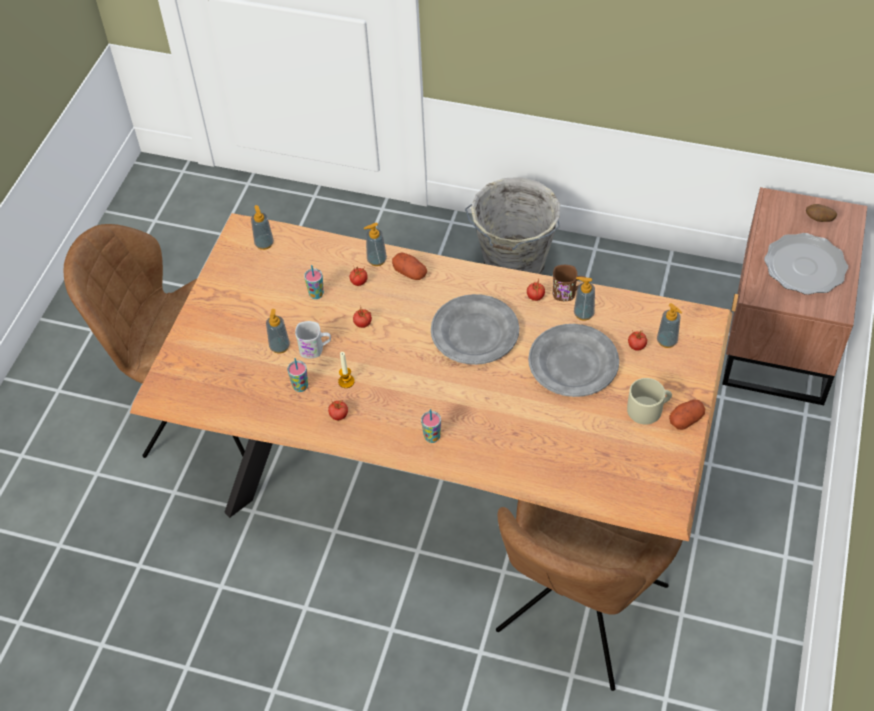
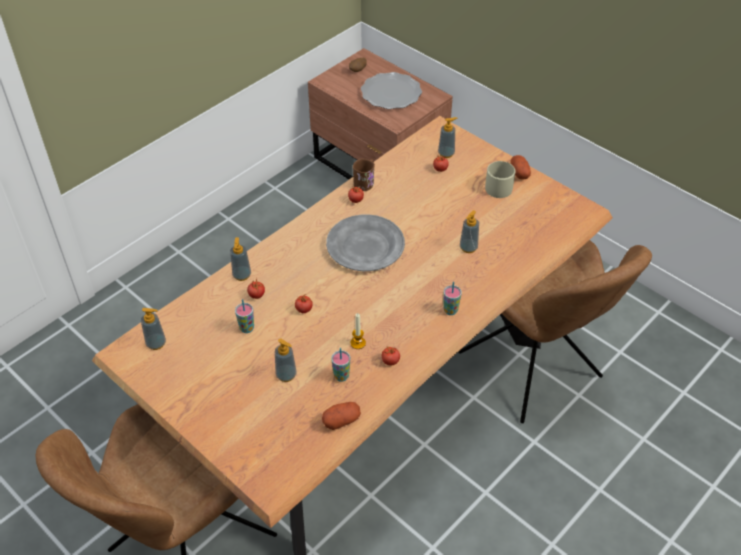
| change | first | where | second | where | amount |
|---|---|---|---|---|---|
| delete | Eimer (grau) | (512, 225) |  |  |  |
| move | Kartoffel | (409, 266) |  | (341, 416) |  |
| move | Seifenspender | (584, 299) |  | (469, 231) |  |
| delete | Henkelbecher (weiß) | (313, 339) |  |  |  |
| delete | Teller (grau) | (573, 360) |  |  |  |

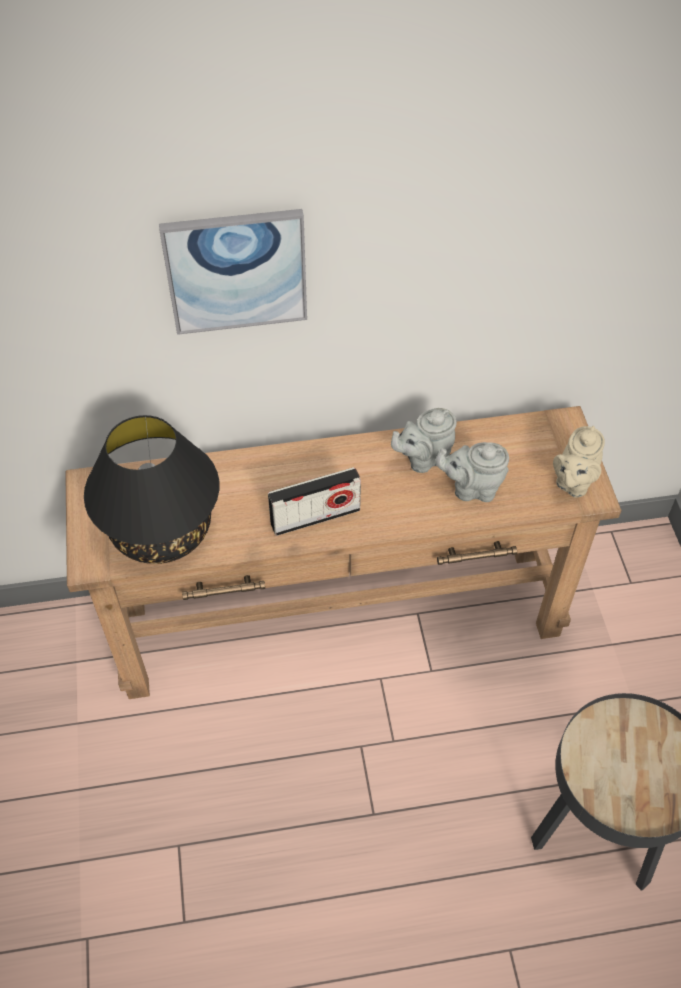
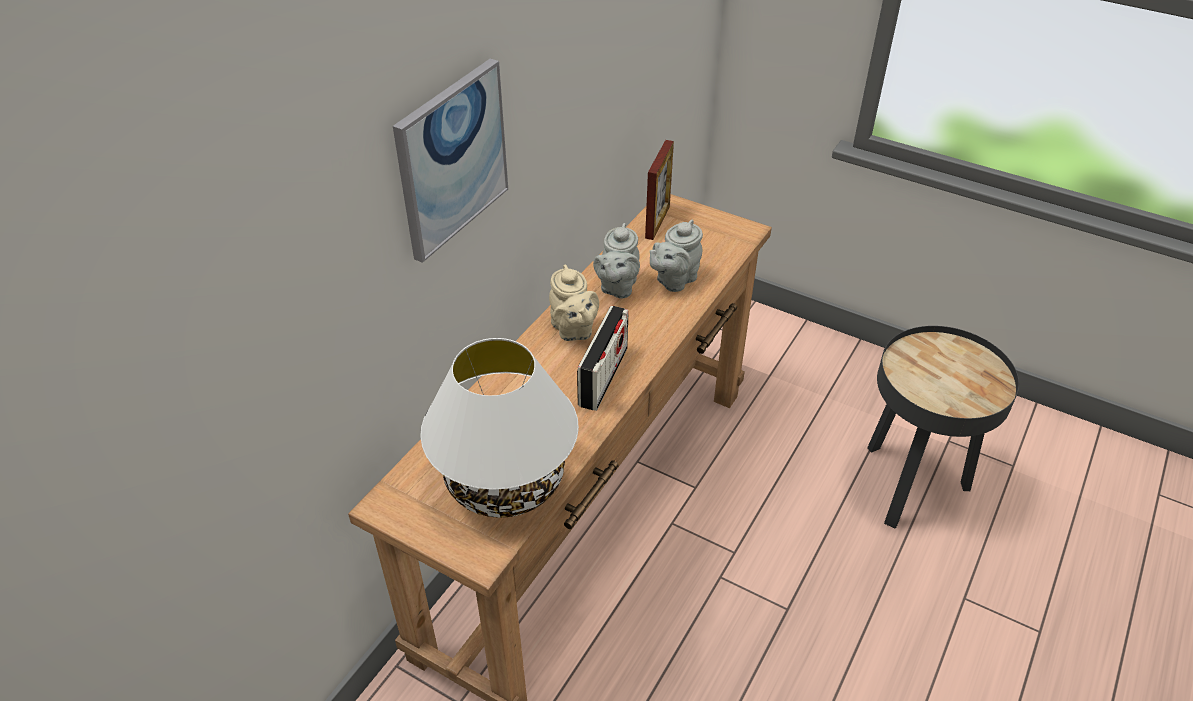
| change | first | where | second | where | amount |
|---|---|---|---|---|---|
| recolor | Tischlampe (schwarz) | (151, 489) | Tischlampe (weiß) | (499, 428) |  |
| move | Teekanne (beige) | (579, 462) |  | (574, 302) |  |
| insert |  |  | Bilderrahmen | (659, 190) |  |

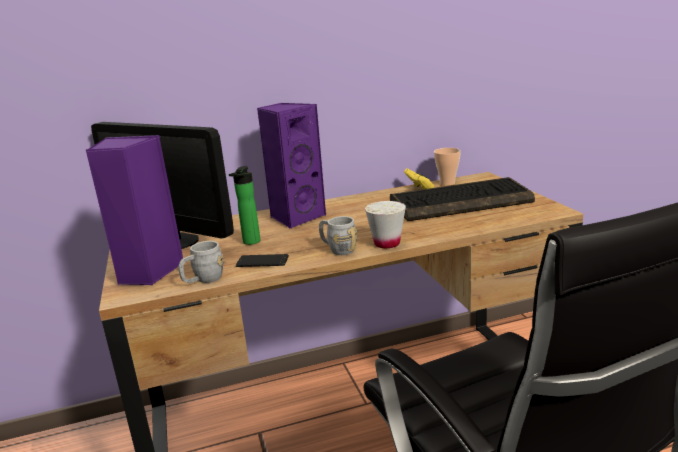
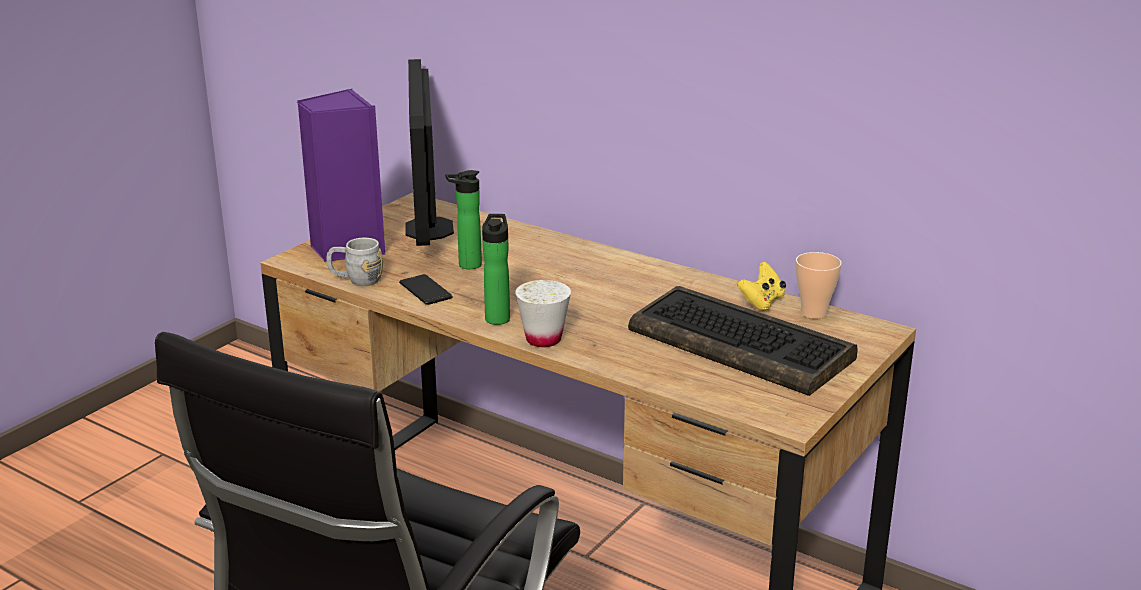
| change | first | where | second | where | amount |
|---|---|---|---|---|---|
| delete | Lautsprecher (lila) | (291, 166) |  |  |  |
| replace | Henkelbecher (grau) | (338, 235) | Flasche | (496, 269) |  |

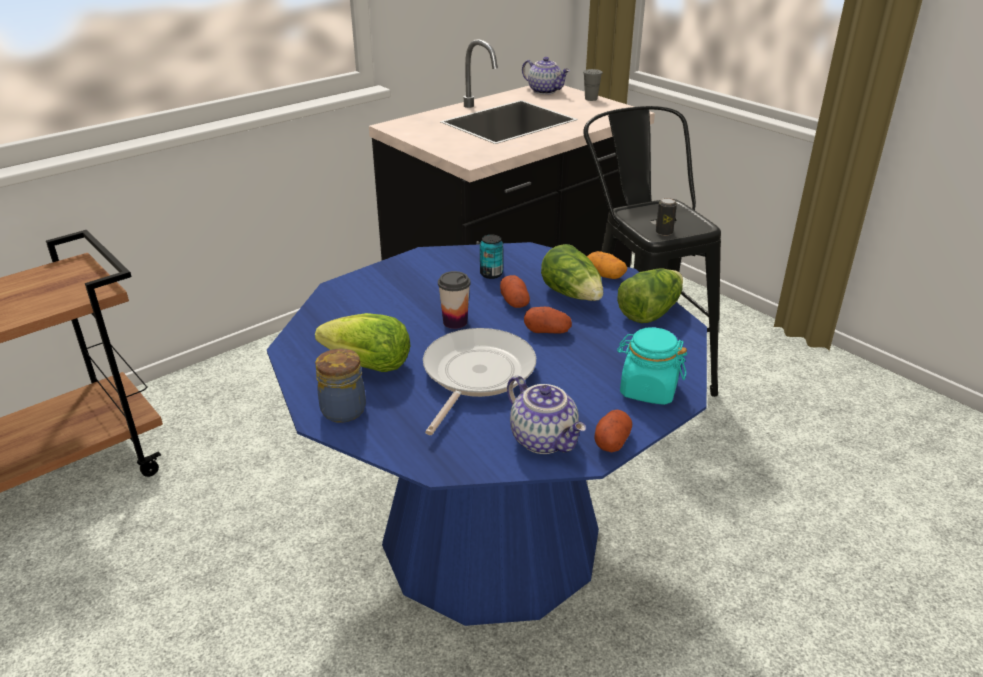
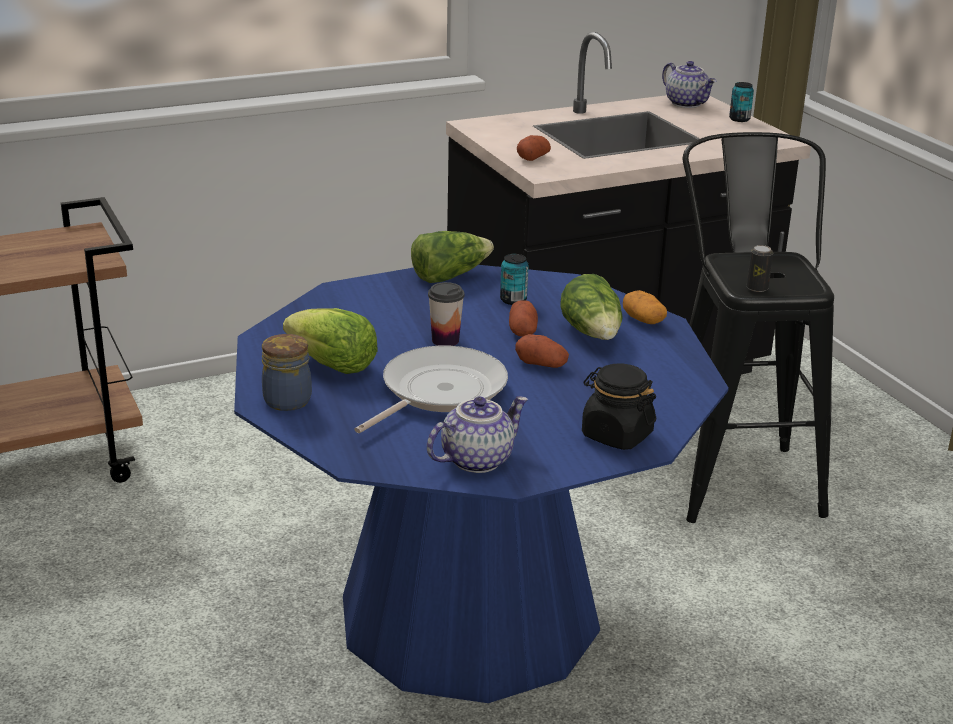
| change | first | where | second | where | amount |
|---|---|---|---|---|---|
| replace | Tasse (grau) | (593, 85) | Dose | (741, 102) |  |
| move | Salatkopf | (650, 295) |  | (452, 257) |  |
| recolor | Vorratsglas (türkis) | (652, 366) | Vorratsglas (schwarz) | (619, 406) |  |
| rotate | Teekanne | (546, 415) |  | (477, 434) | 105 degrees counterclockwise |
| move | Kartoffel | (613, 431) |  | (534, 148) |  |

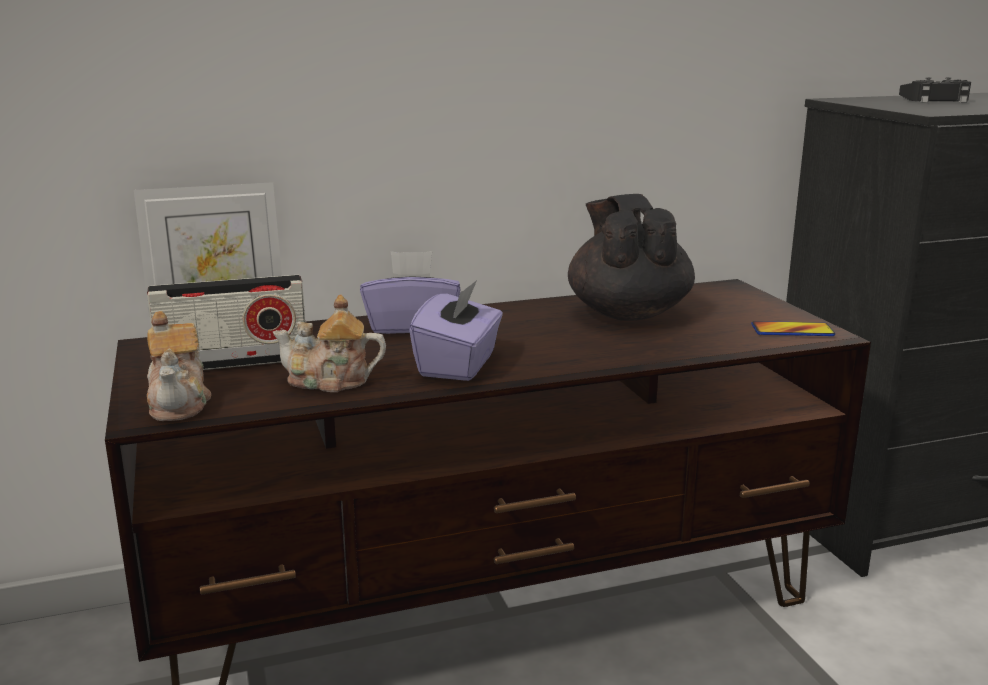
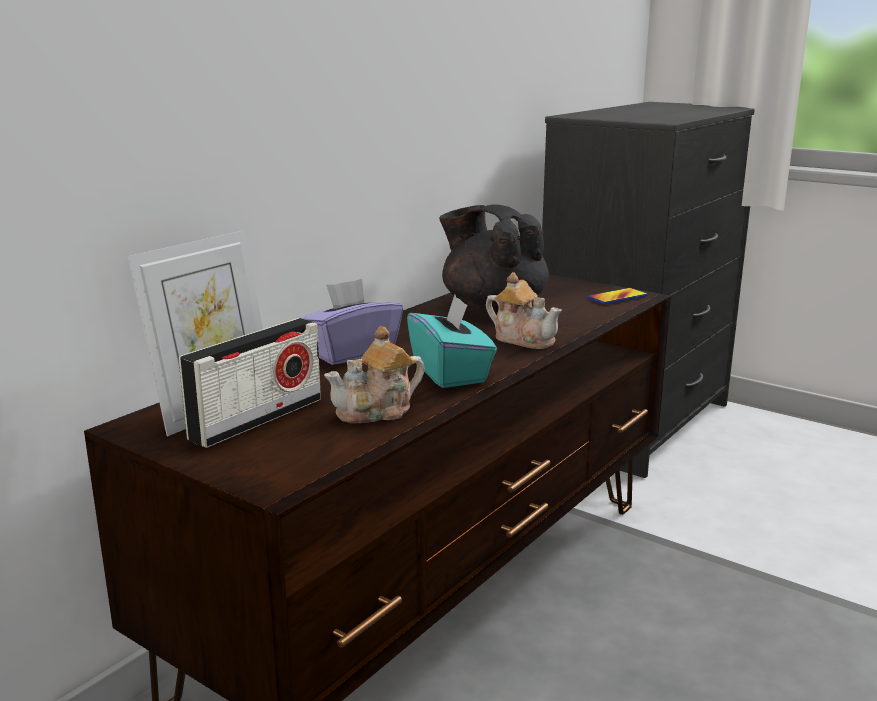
| change | first | where | second | where | amount |
|---|---|---|---|---|---|
| delete | Gamepad (schwarz) | (935, 90) |  |  |  |
| recolor | Taschentuchbox (lila) | (456, 330) | Taschentuchbox (türkis) | (452, 341) |  |
| move | Teekanne | (179, 366) |  | (524, 310) |  |

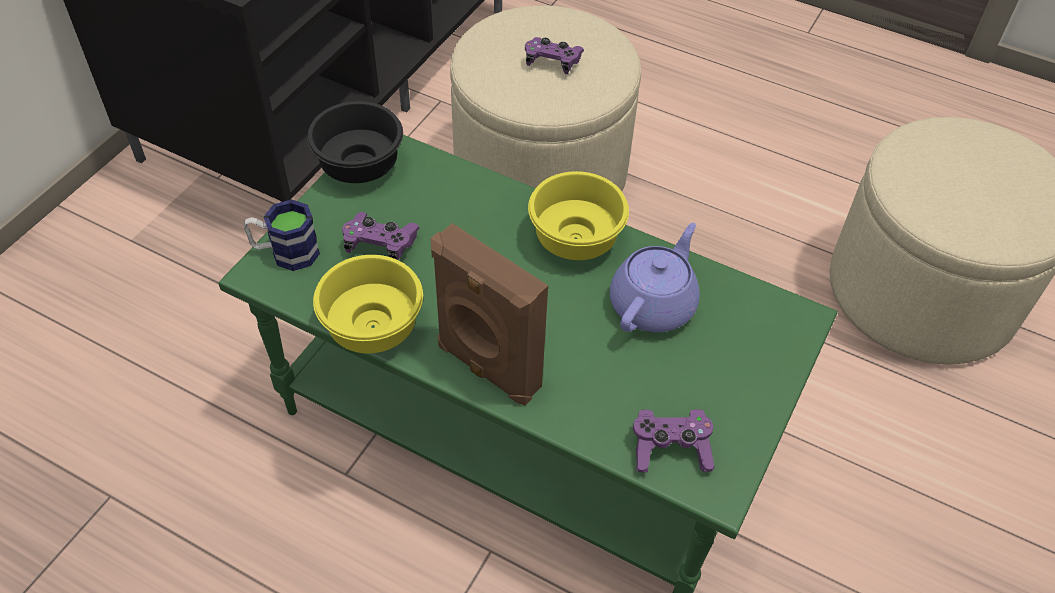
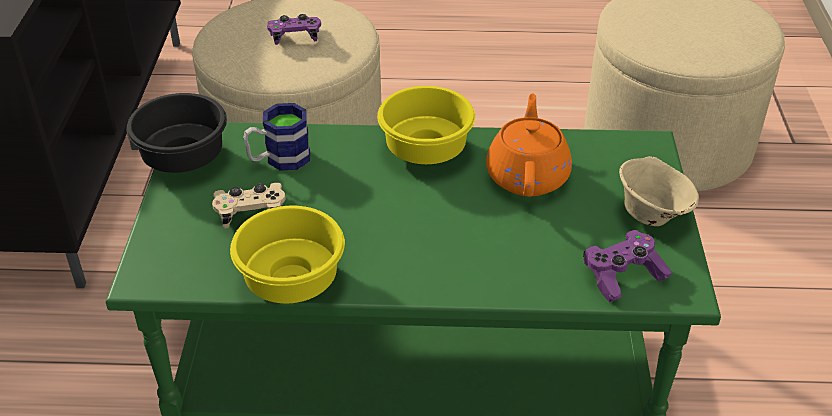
| change | first | where | second | where | amount |
|---|---|---|---|---|---|
| move | Henkelbecher | (282, 235) |  | (276, 137) |  |
| recolor | Gamepad (lila) | (381, 236) | Gamepad (beige) | (249, 206) |  |
| delete | Lautsprecher (braun) | (489, 314) |  |  |  |
| recolor | Teekanne (lila) | (655, 277) | Teekanne (orange) | (529, 145) |  |
| insert |  |  | Schüssel (beige) | (659, 191) |  |

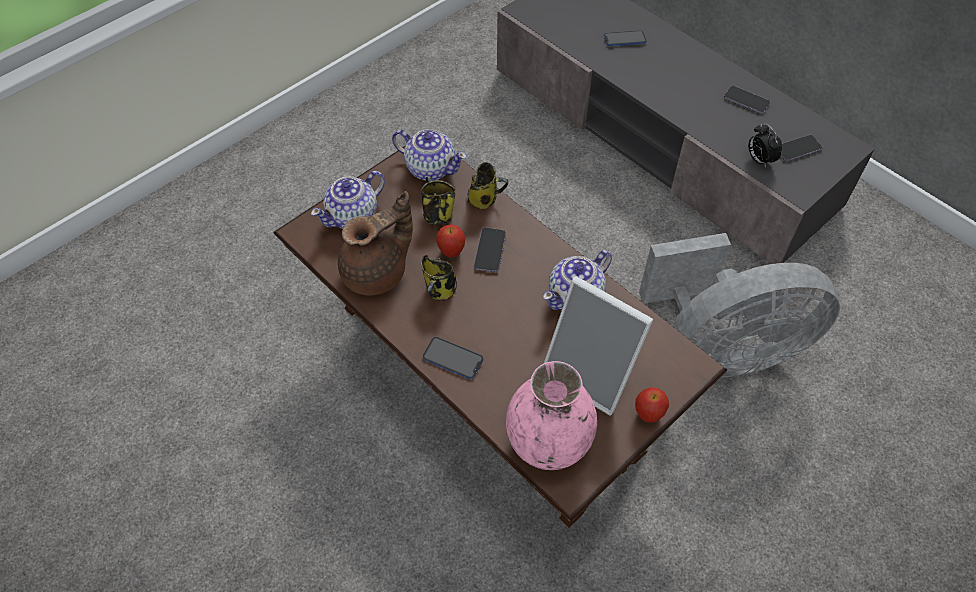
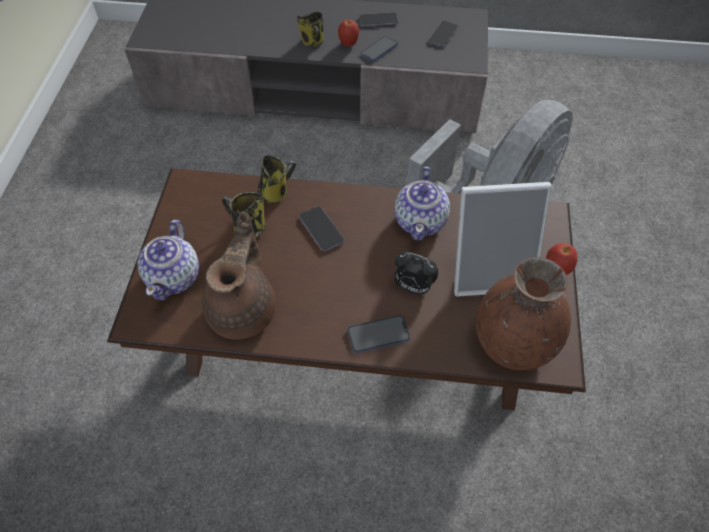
| change | first | where | second | where | amount |
|---|---|---|---|---|---|
| move | Handy | (625, 38) |  | (379, 49) |  |
| move | Wecker | (765, 146) |  | (416, 272) |  |
| delete | Teekanne | (429, 155) |  |  |  |
| move | Apfel | (450, 241) |  | (348, 32) |  |
| move | Henkelbecher | (439, 278) |  | (310, 29) |  |
| recolor | Vase (rosa) | (551, 415) | Vase (braun) | (523, 313) |  |

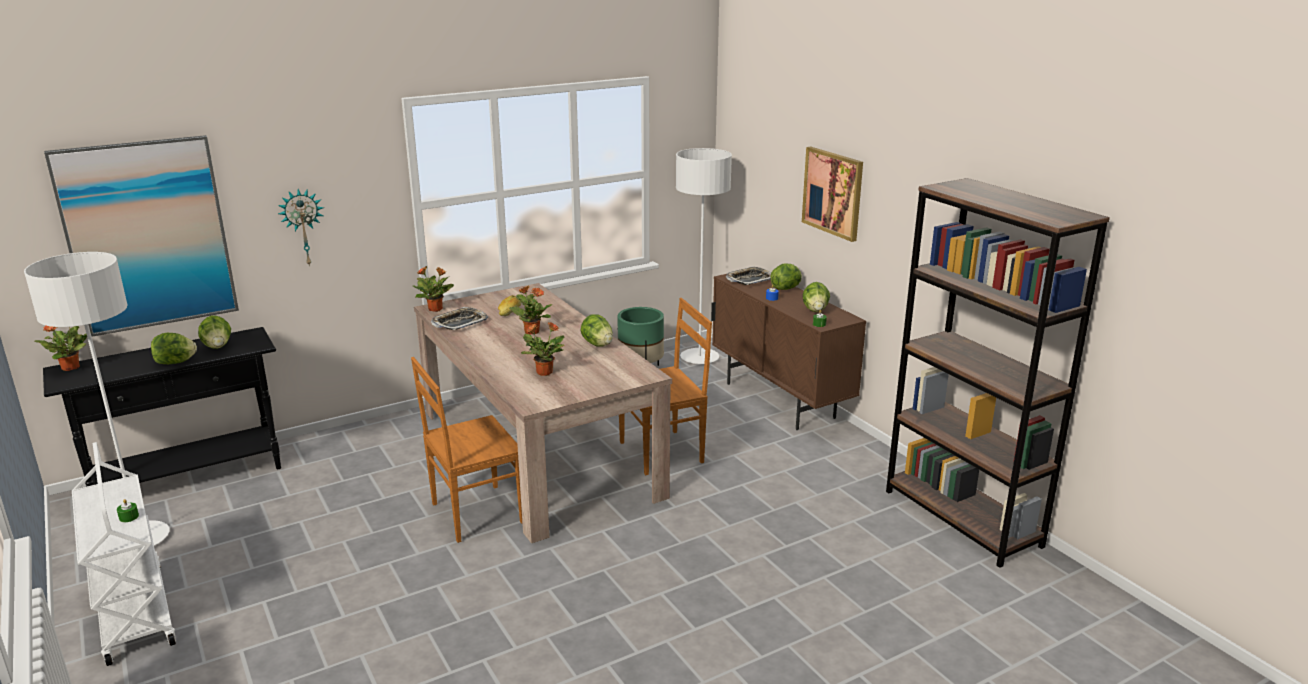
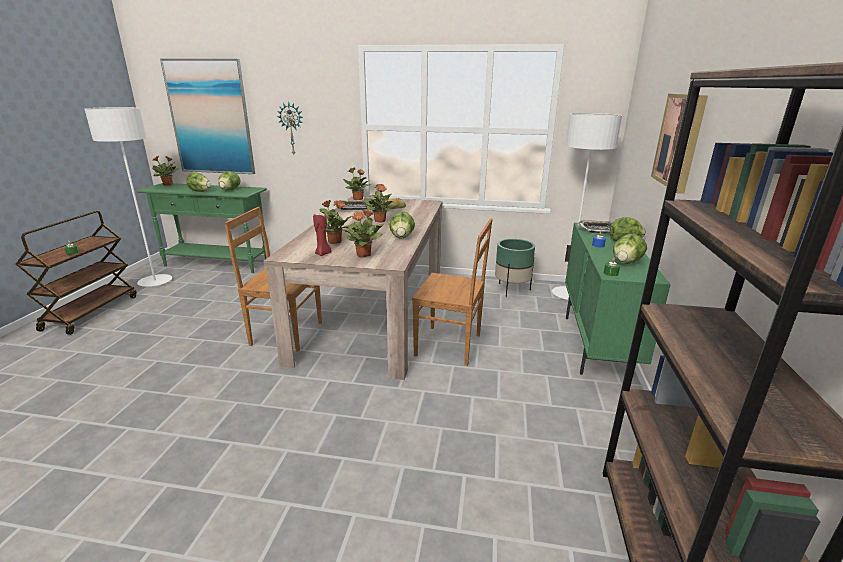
| change | first | where | second | where | amount |
|---|---|---|---|---|---|
| recolor | Schrank (braun) | (788, 352) | Schrank (grün) | (618, 301) |  |
| recolor | Konsolentisch (schwarz) | (162, 407) | Konsolentisch (grün) | (201, 228) |  |
| recolor | Rollwagen (weiß) | (124, 554) | Rollwagen (braun) | (76, 273) |  |
| insert |  |  | Topfpflanze | (363, 234) |  |
| insert |  |  | Kerze (rot) | (322, 234) |  |

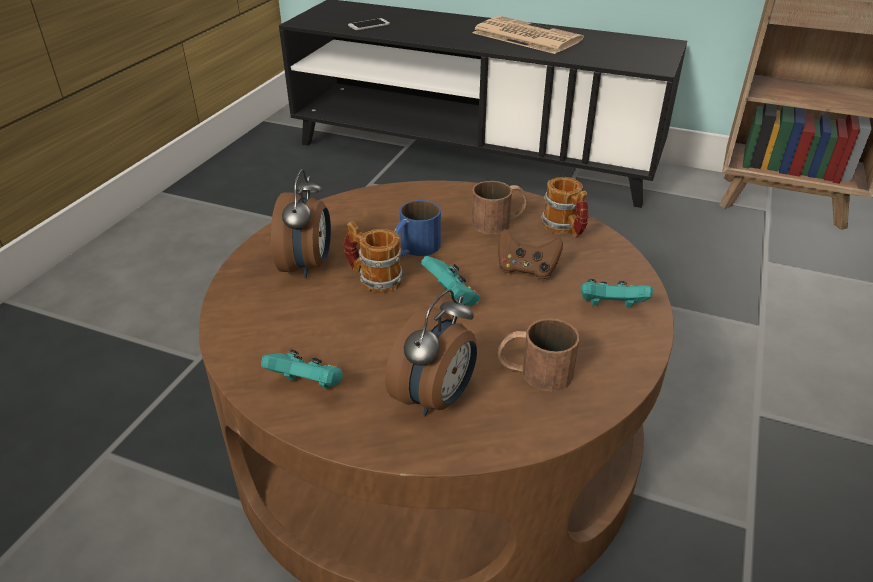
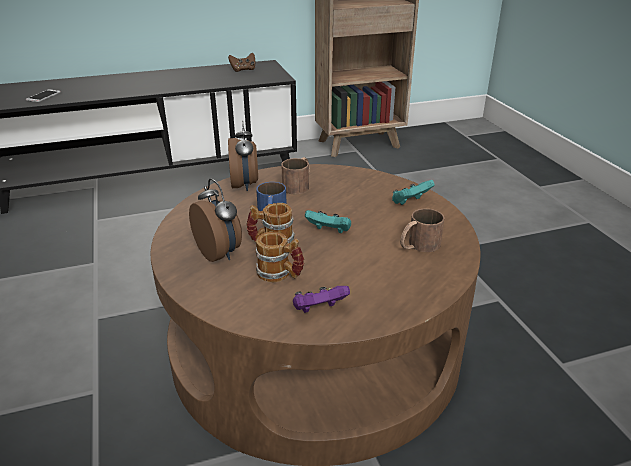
| change | first | where | second | where | amount |
|---|---|---|---|---|---|
| delete | Zeitung | (528, 35) |  |  |  |
| move | Henkelbecher | (564, 207) |  | (280, 257) |  |
| move | Gamepad (braun) | (530, 254) |  | (241, 62) |  |
| move | Wecker | (431, 353) |  | (243, 156) |  |
| recolor | Gamepad (türkis) | (302, 369) | Gamepad (lila) | (321, 299) |  |

